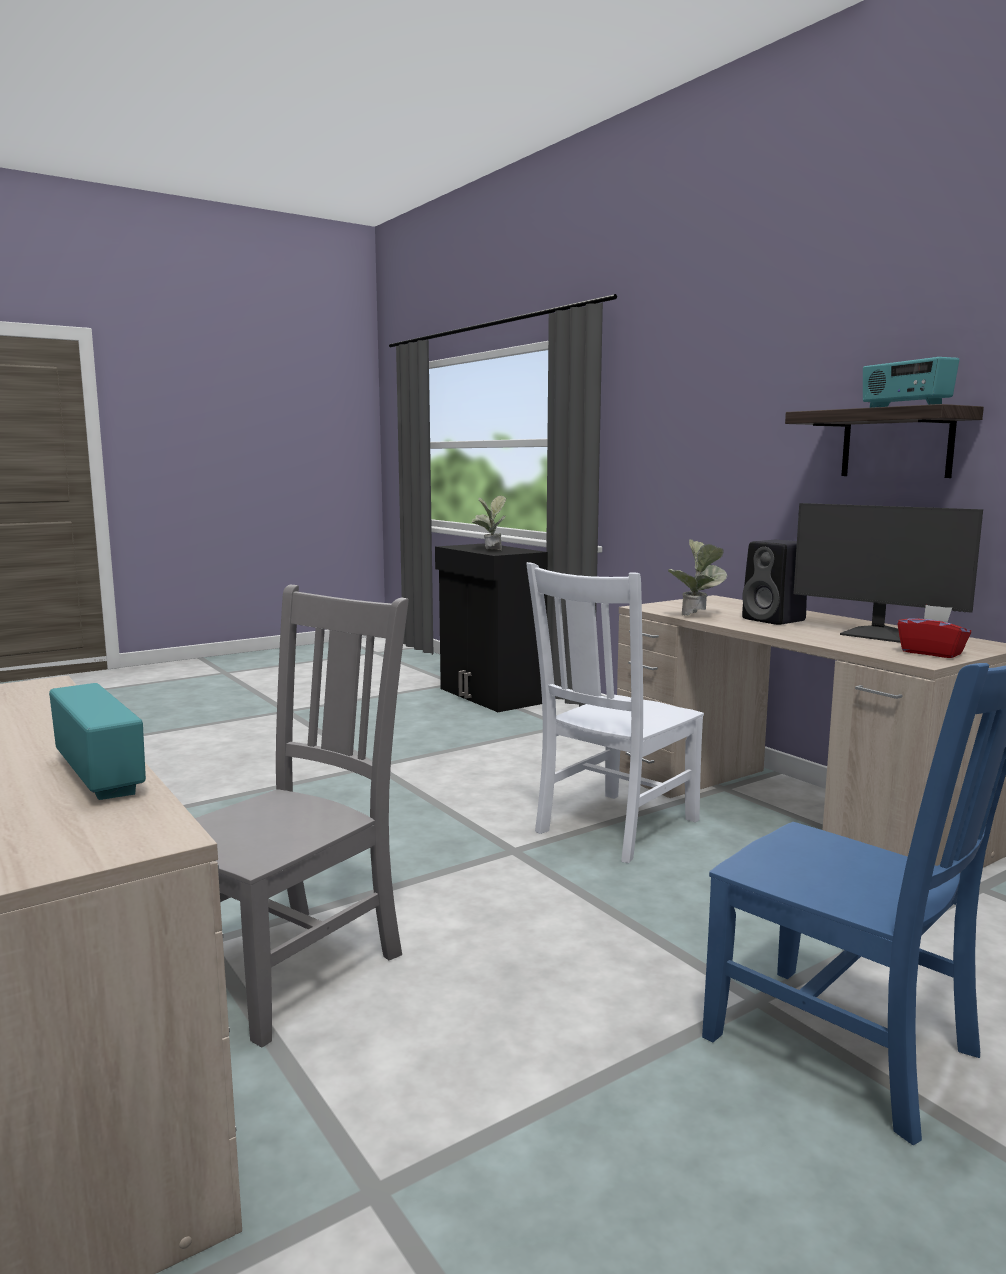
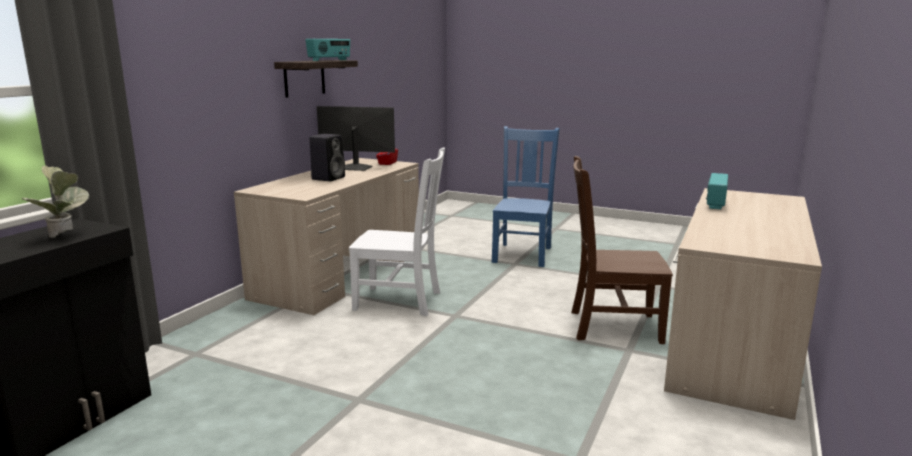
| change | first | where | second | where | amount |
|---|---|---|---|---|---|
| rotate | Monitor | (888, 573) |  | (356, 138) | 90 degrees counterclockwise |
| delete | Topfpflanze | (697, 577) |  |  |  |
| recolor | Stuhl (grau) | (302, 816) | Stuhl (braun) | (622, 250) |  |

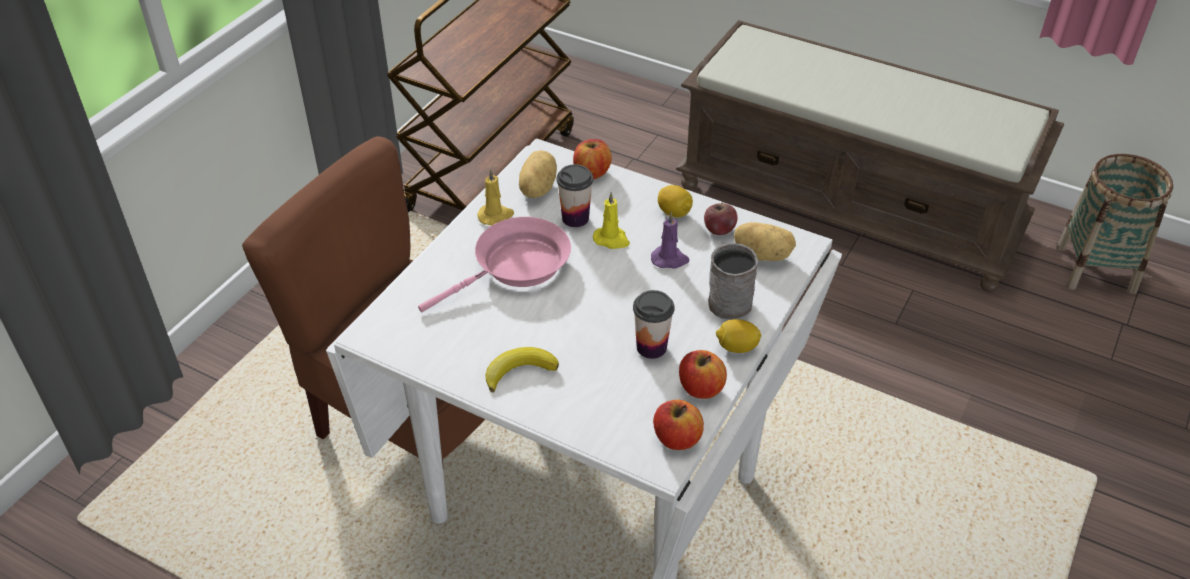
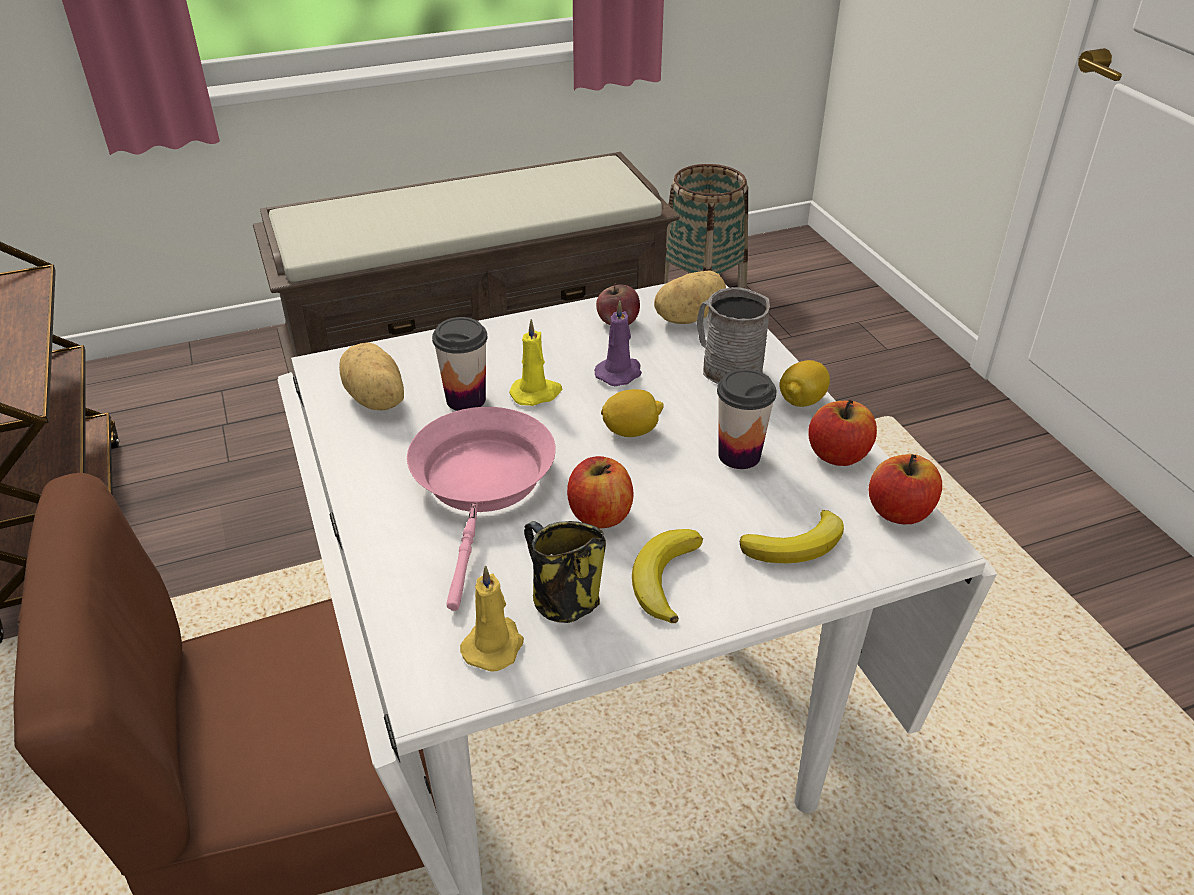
| change | first | where | second | where | amount |
|---|---|---|---|---|---|
| move | Apfel | (592, 159) |  | (600, 492) |  |
| move | Kerze (gelb) | (495, 197) |  | (492, 618) |  |
| move | Zitrone | (675, 201) |  | (632, 413) |  |
| insert |  |  | Banane | (792, 536) |  |
| insert |  |  | Henkelbecher | (565, 572) |  |

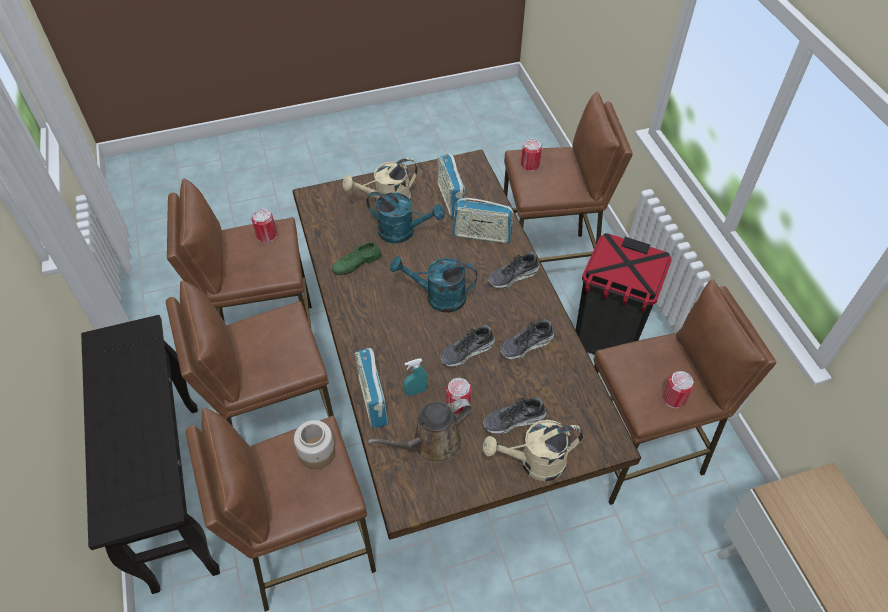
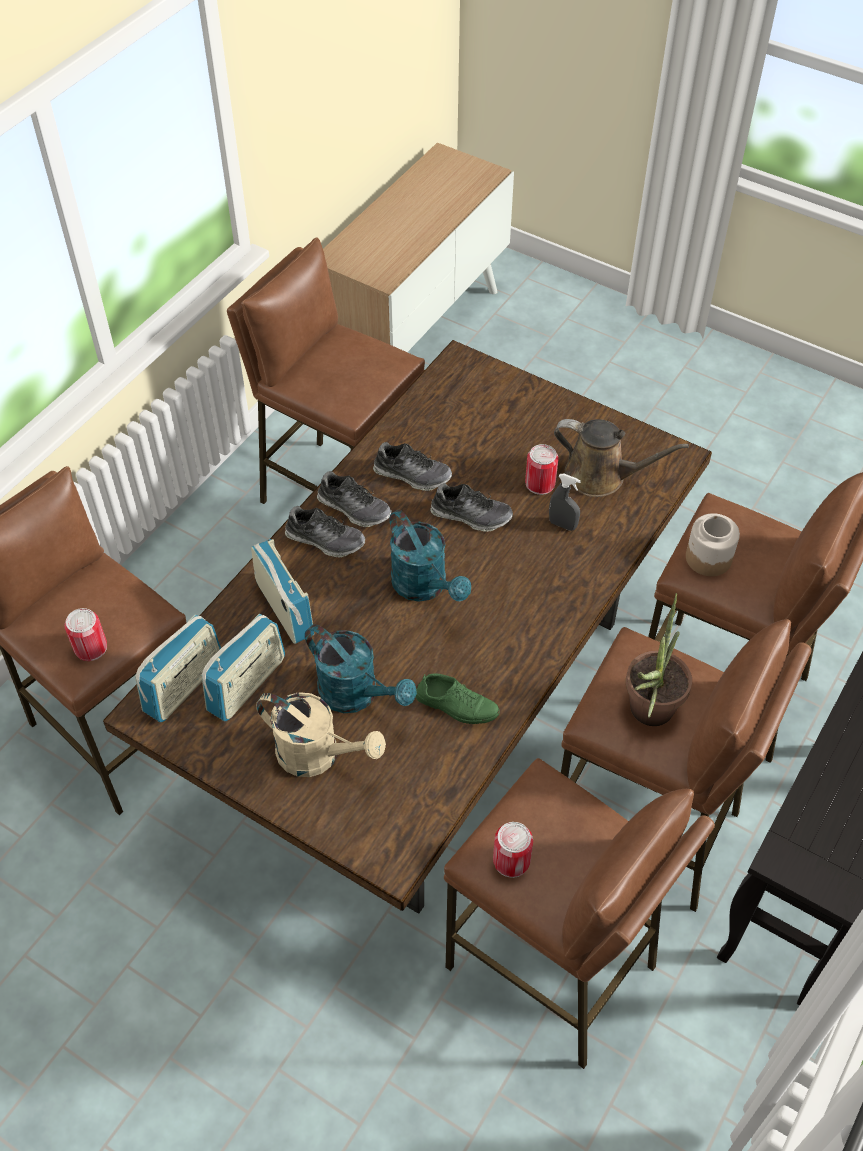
| change | first | where | second | where | amount |
|---|---|---|---|---|---|
| rotate | Gießkanne (türkis) | (405, 218) |  | (361, 668) | 150 degrees clockwise |
| delete | Mülleimer (schwarz) | (624, 294) |  |  |  |
| move | Radio | (371, 388) |  | (178, 668) |  |
| recolor | Sprühflasche (türkis) | (415, 377) | Sprühflasche (grau) | (565, 502) |  |
| delete | Dose | (678, 389) |  |  |  |
| move | Schuh | (514, 415) |  | (354, 499) |  |
| delete | Gießkanne (beige) | (533, 450) |  |  |  |
| insert |  |  | Topfpflanze | (659, 659) |  |

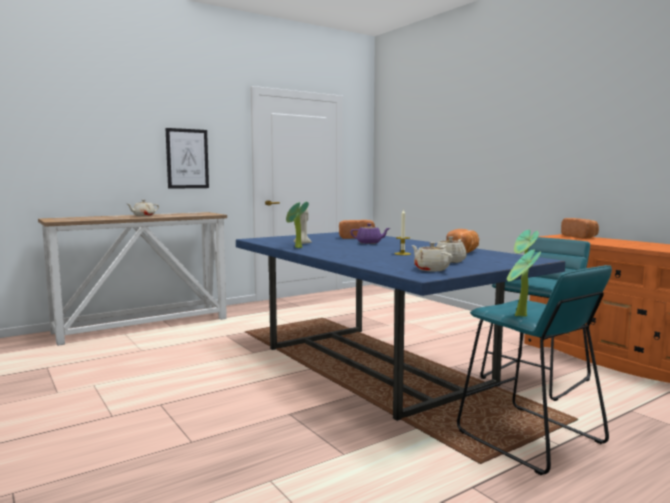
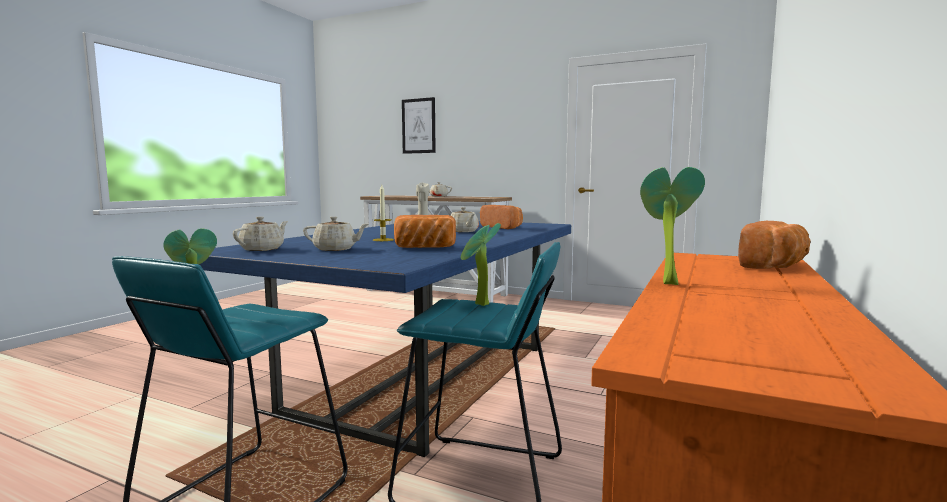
| change | first | where | second | where | amount |
|---|---|---|---|---|---|
| move | Bild | (187, 158) |  | (418, 125) |  |
| move | Topfpflanze | (297, 225) |  | (672, 226) |  |
| recolor | Teekanne (lila) | (370, 234) | Teekanne (beige) | (465, 219) |  |

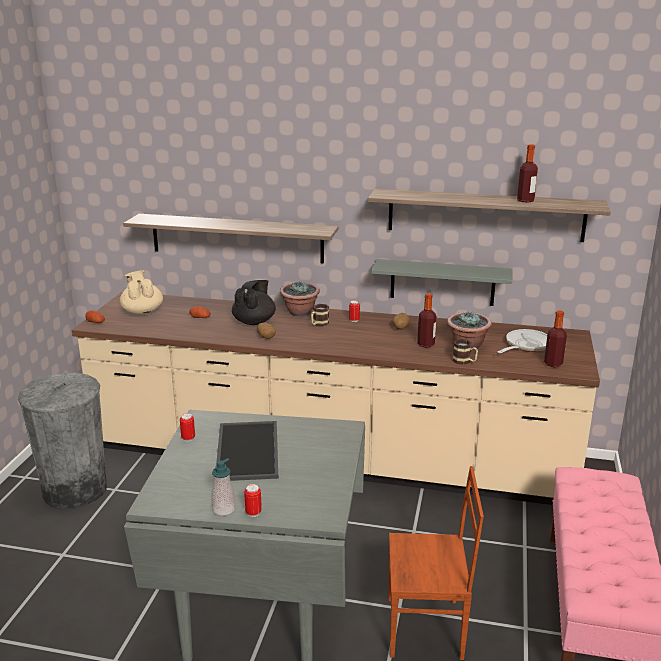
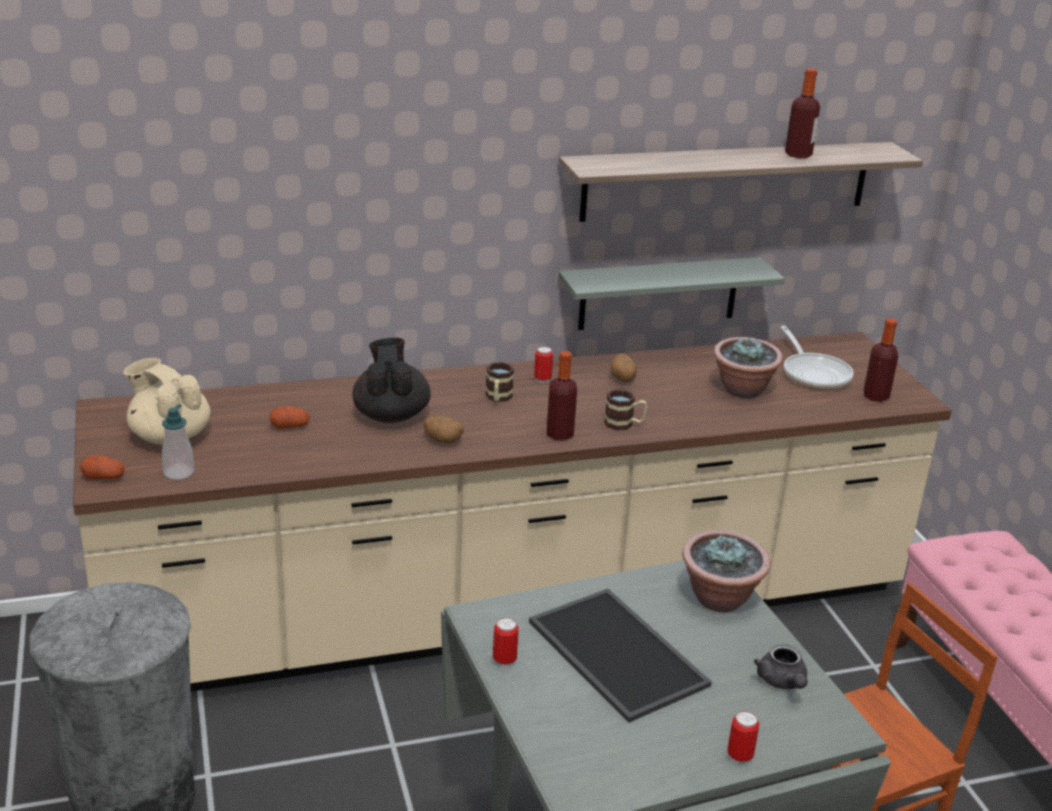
| change | first | where | second | where | amount |
|---|---|---|---|---|---|
| delete | Wandregal | (231, 238) |  |  |  |
| move | Topfpflanze | (300, 298) |  | (726, 571) |  |
| move | Flasche | (426, 320) |  | (562, 395) |  |
| rotate | Pfanne | (522, 341) |  | (817, 358) | 150 degrees clockwise |
| move | Henkelbecher | (465, 352) |  | (626, 410) |  |
| move | Seifenspender | (223, 487) |  | (178, 442) |  |
| insert |  |  | Teekanne (grau) | (781, 666) |  |

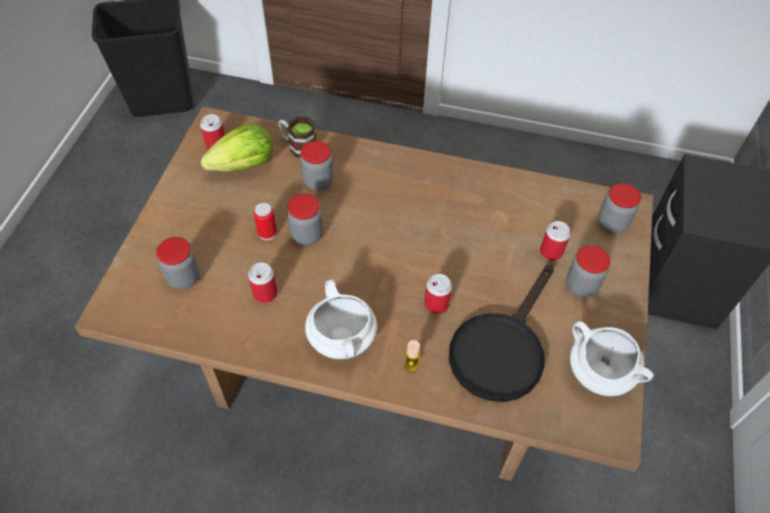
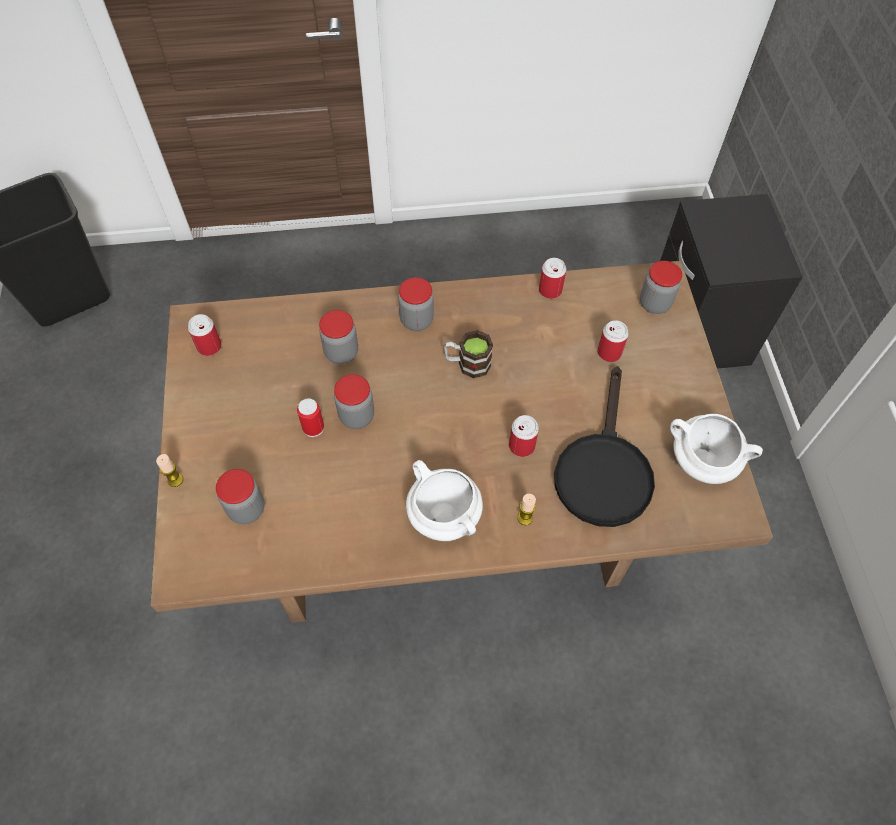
| change | first | where | second | where | amount |
|---|---|---|---|---|---|
| move | Henkelbecher | (297, 137) |  | (468, 354) |  |
| delete | Salatkopf | (237, 148) |  |  |  |
| move | Vorratsglas | (588, 271) |  | (416, 304) |  |
| move | Dose | (262, 282) |  | (552, 278) |  |
| insert |  |  | Kerze | (169, 470) |  |

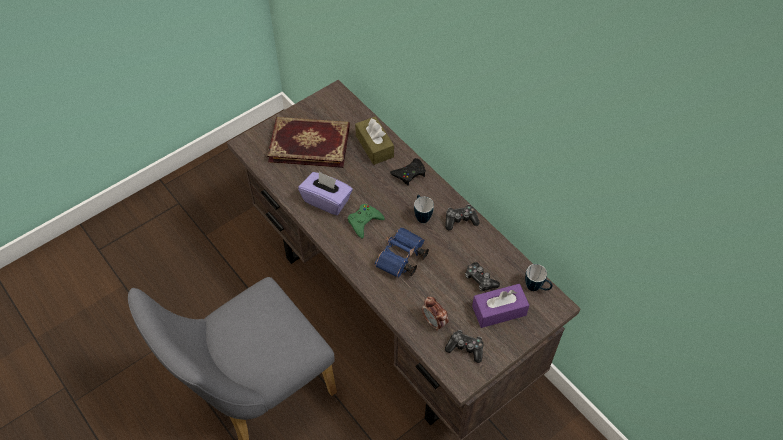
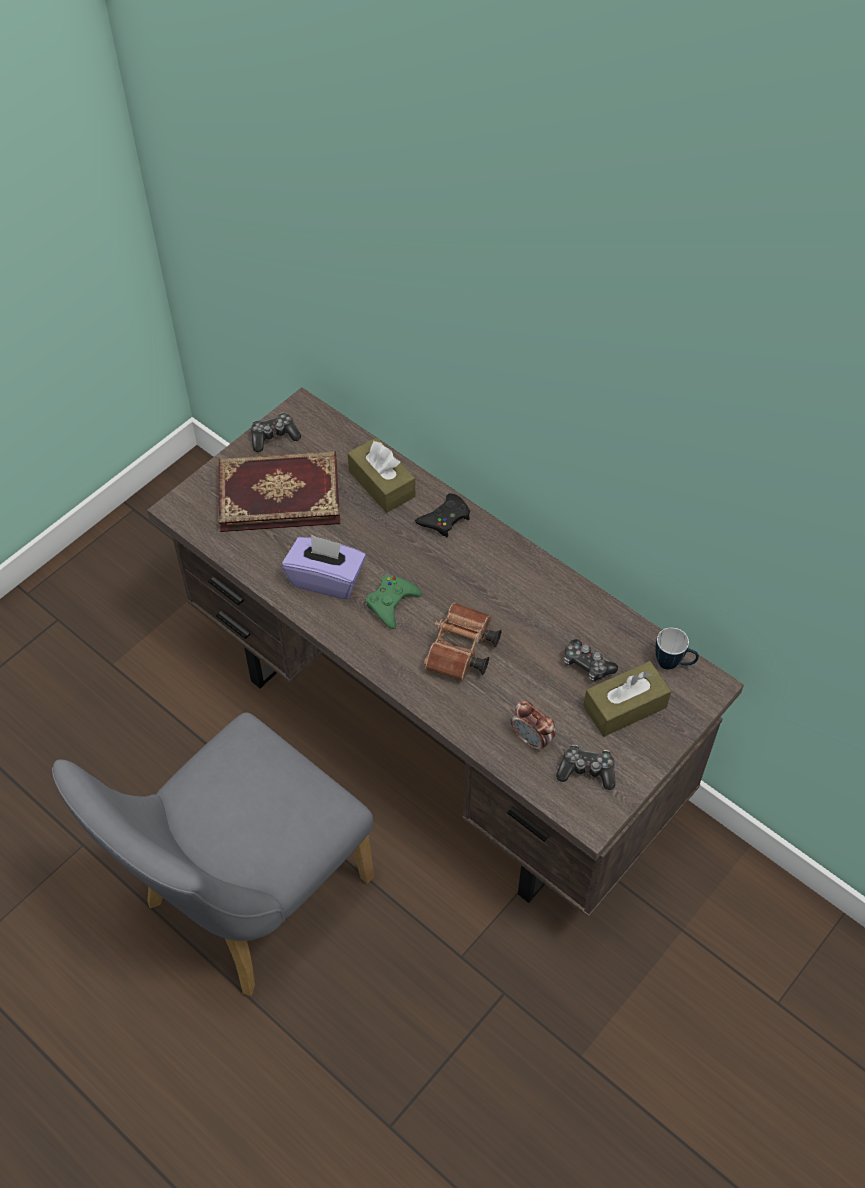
| change | first | where | second | where | amount |
|---|---|---|---|---|---|
| delete | Henkelbecher | (424, 209) |  |  |  |
| move | Gamepad | (462, 217) |  | (276, 432) |  |
| recolor | Fernglas (blau) | (402, 253) | Fernglas (braun) | (463, 642) |  |
| recolor | Taschentuchbox (lila) | (500, 306) | Taschentuchbox (braun) | (627, 699) |  |

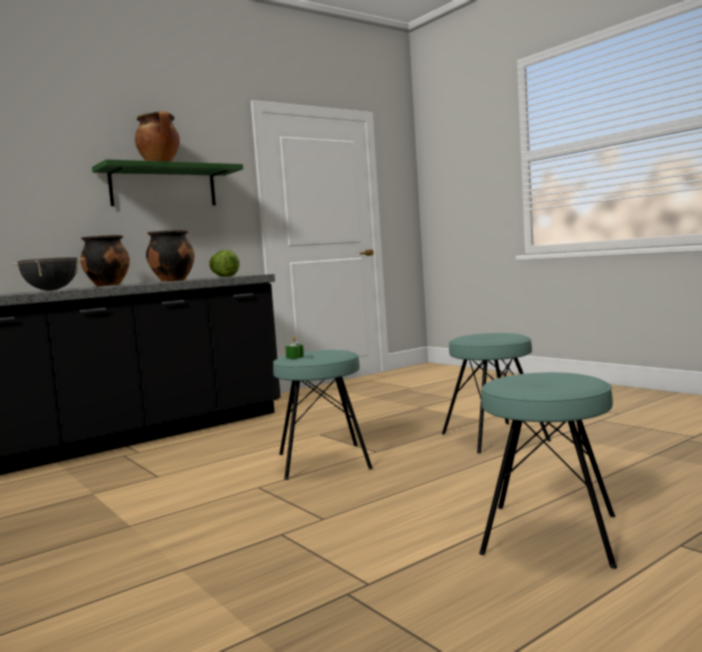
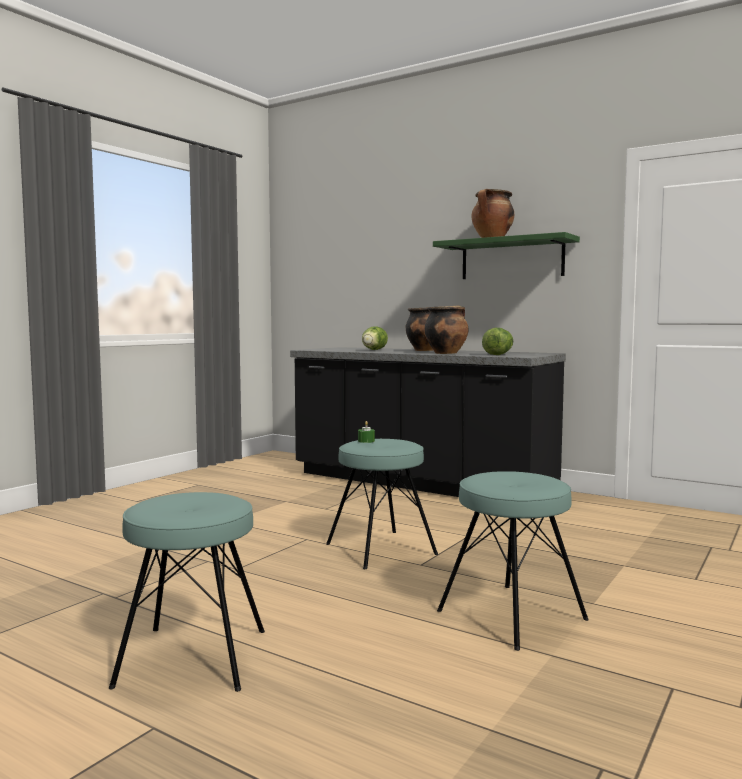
| change | first | where | second | where | amount |
|---|---|---|---|---|---|
| replace | Kochtopf (schwarz) | (48, 273) | Salatkopf | (375, 338) |  |

